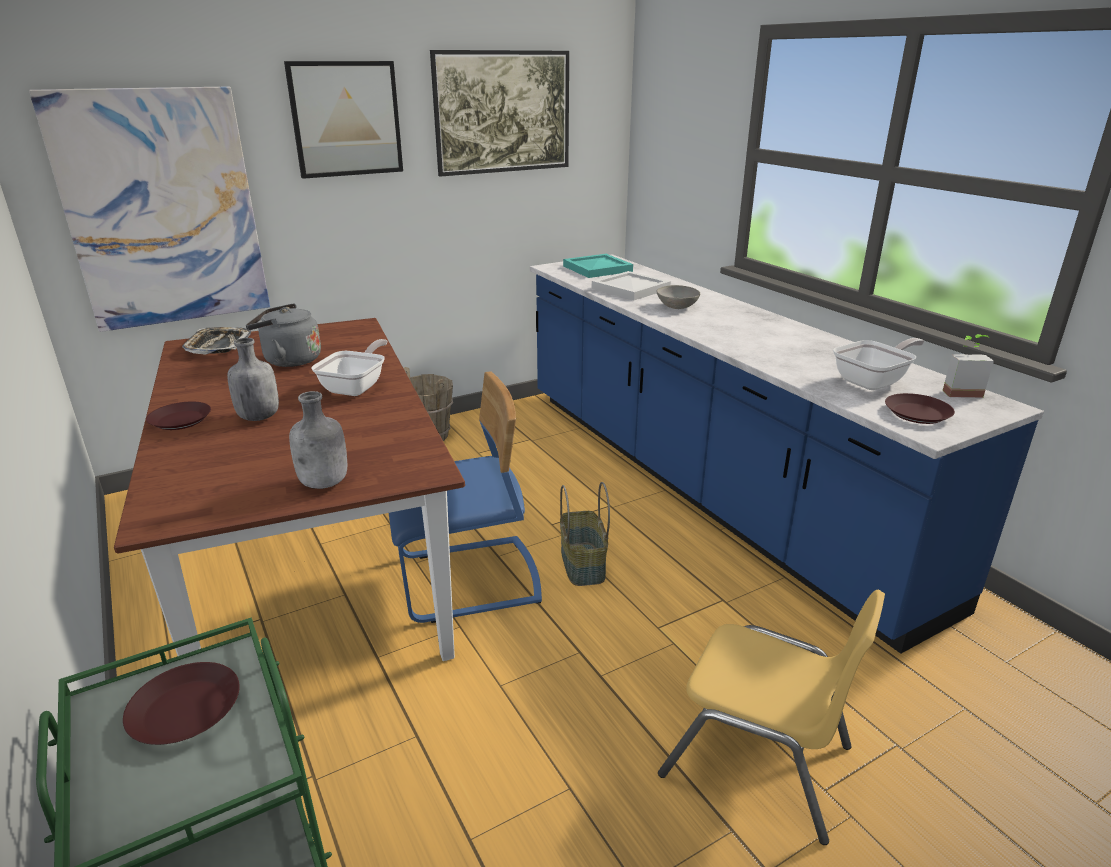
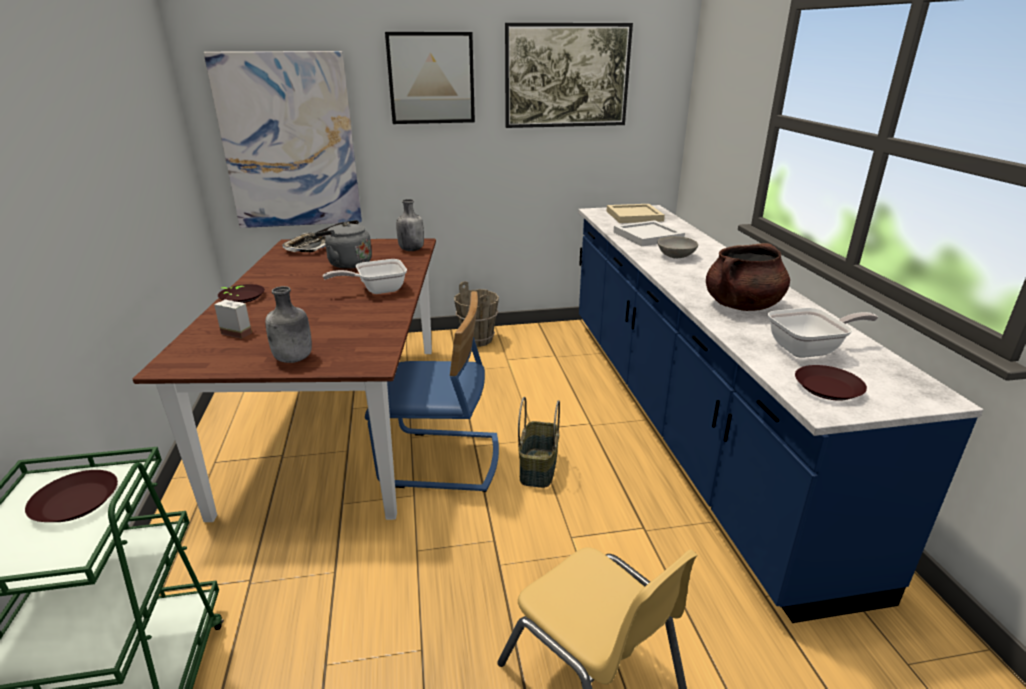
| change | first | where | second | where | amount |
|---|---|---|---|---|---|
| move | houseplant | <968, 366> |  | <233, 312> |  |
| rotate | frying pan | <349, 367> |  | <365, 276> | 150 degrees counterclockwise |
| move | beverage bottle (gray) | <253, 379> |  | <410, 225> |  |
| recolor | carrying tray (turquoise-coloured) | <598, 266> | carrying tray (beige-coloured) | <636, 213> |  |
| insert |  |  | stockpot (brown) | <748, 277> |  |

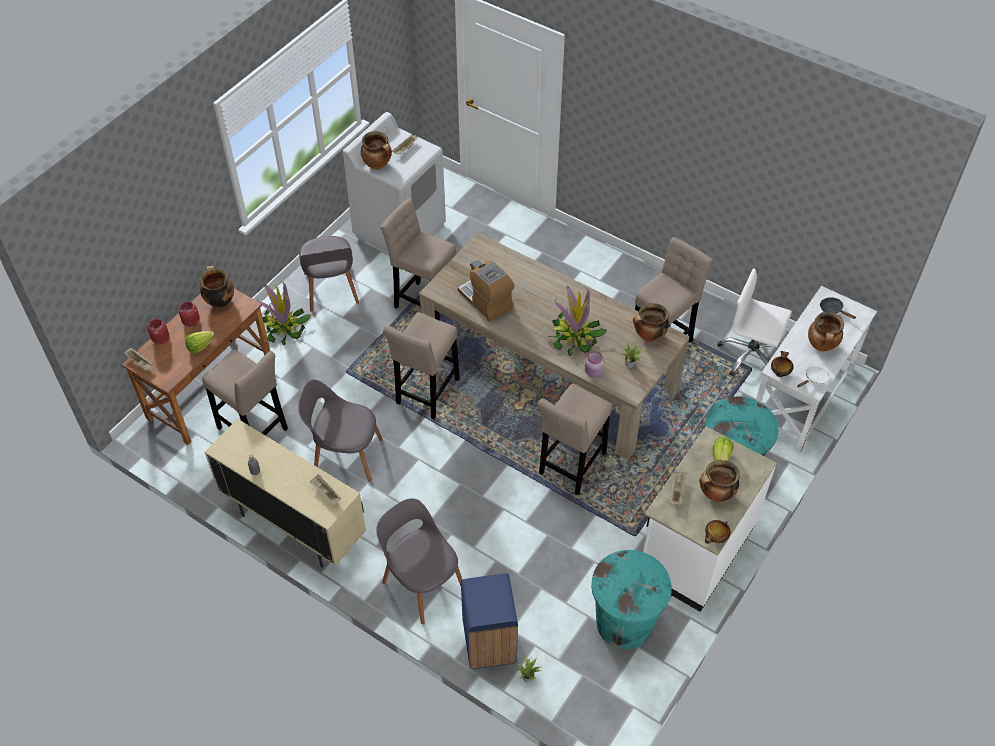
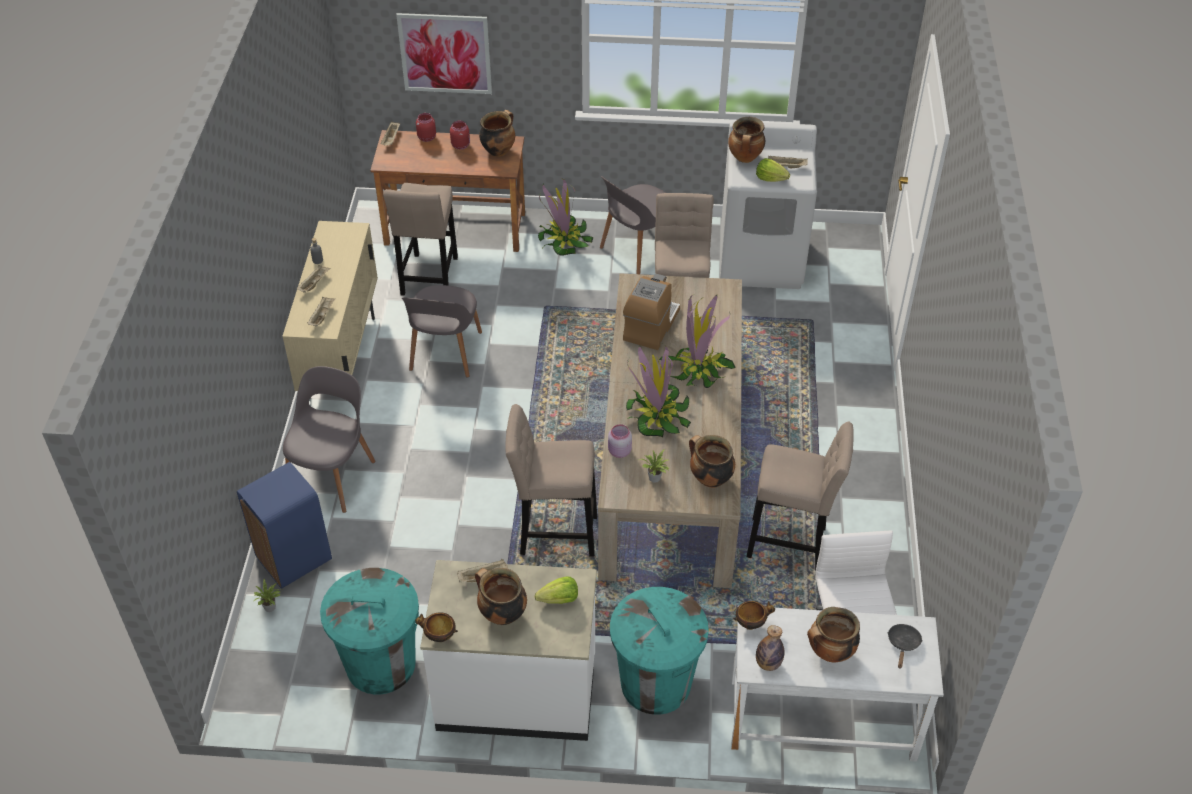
| change | first | where | second | where | amount |
|---|---|---|---|---|---|
| insert |  |  | carrying tray (beige-coloured) | <313, 279> |  |
| insert |  |  | wall art | <444, 53> |  |
| rotate | plain chair (gray) | <340, 431> |  | <442, 331> | 150 degrees counterclockwise |
| insert |  |  | houseplant | <697, 341> |  |
| move | lettuce | <200, 342> |  | <773, 170> |  |
| replace | frying pan (whitish) | <813, 376> | beverage bottle | <770, 648> |  |
| delete | sitting stool (beige-coloured) | <421, 365> |  |  |  |

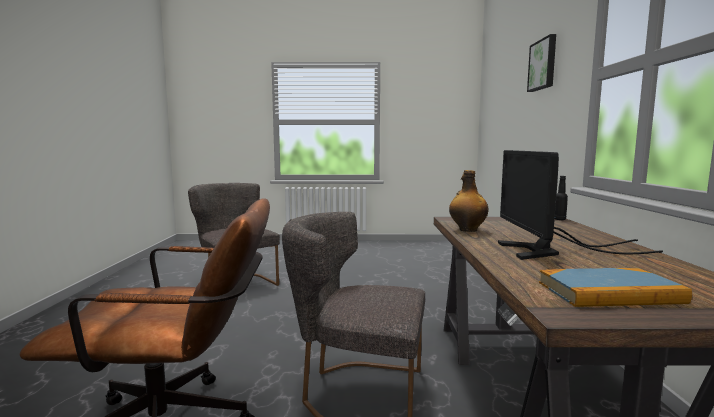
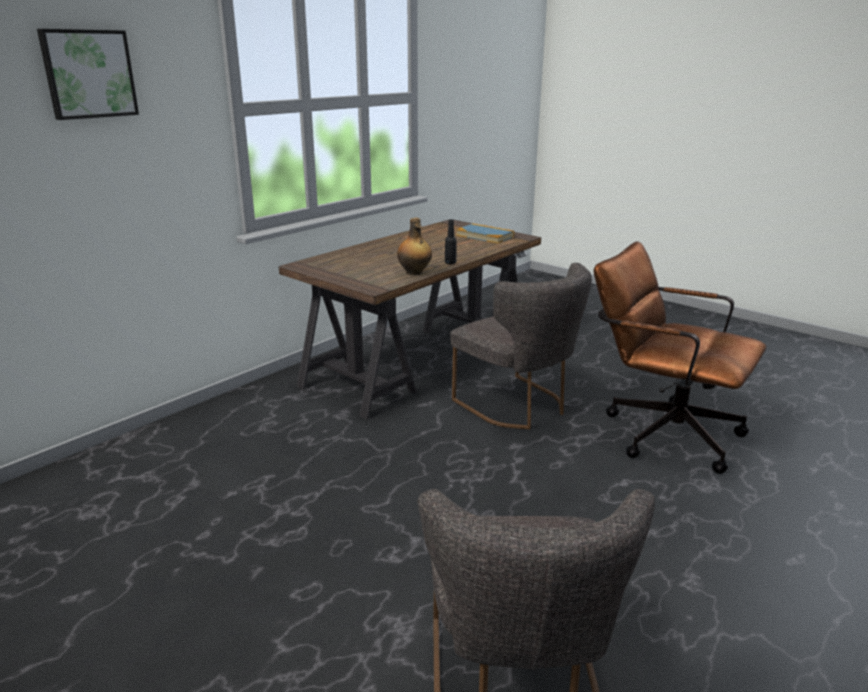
| change | first | where | second | where | amount |
|---|---|---|---|---|---|
| move | beverage bottle (black) | <561, 198> |  | <451, 241> |  |
| delete | computer display | <580, 205> |  |  |  |

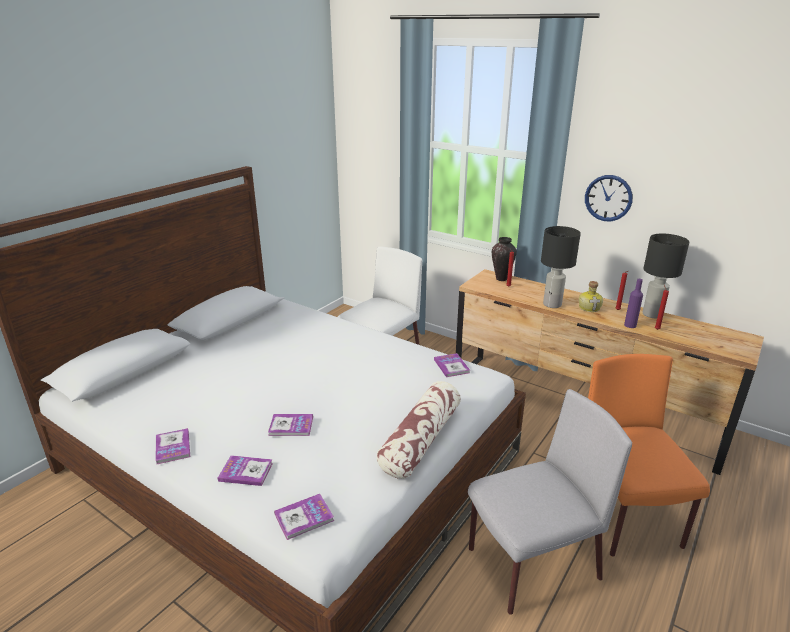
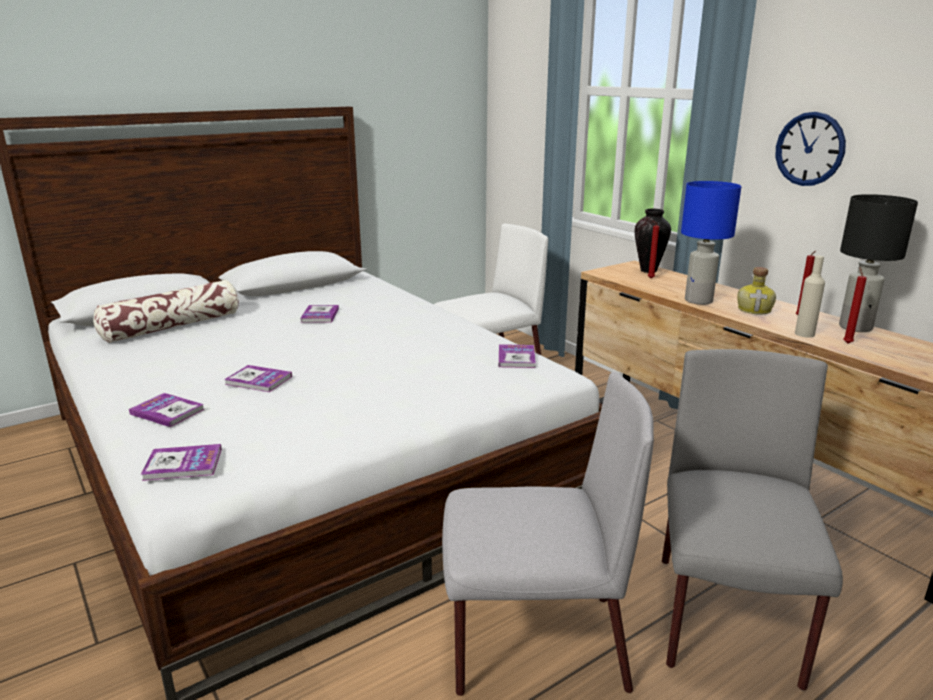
| change | first | where | second | where | amount |
|---|---|---|---|---|---|
| move | cushion | <418, 430> |  | <166, 311> |  |
| move | book | <173, 446> |  | <320, 313> |  |
| recolor | plain chair (orangey) | <649, 455> | plain chair (gray) | <752, 519> |  |
| recolor | lamp for a table (black) | <561, 267> | lamp for a table (blue-coloured) | <711, 243> |  |
| recolor | beverage bottle (purple-coloured) | <633, 303> | beverage bottle (beige-coloured) | <810, 297> |  |

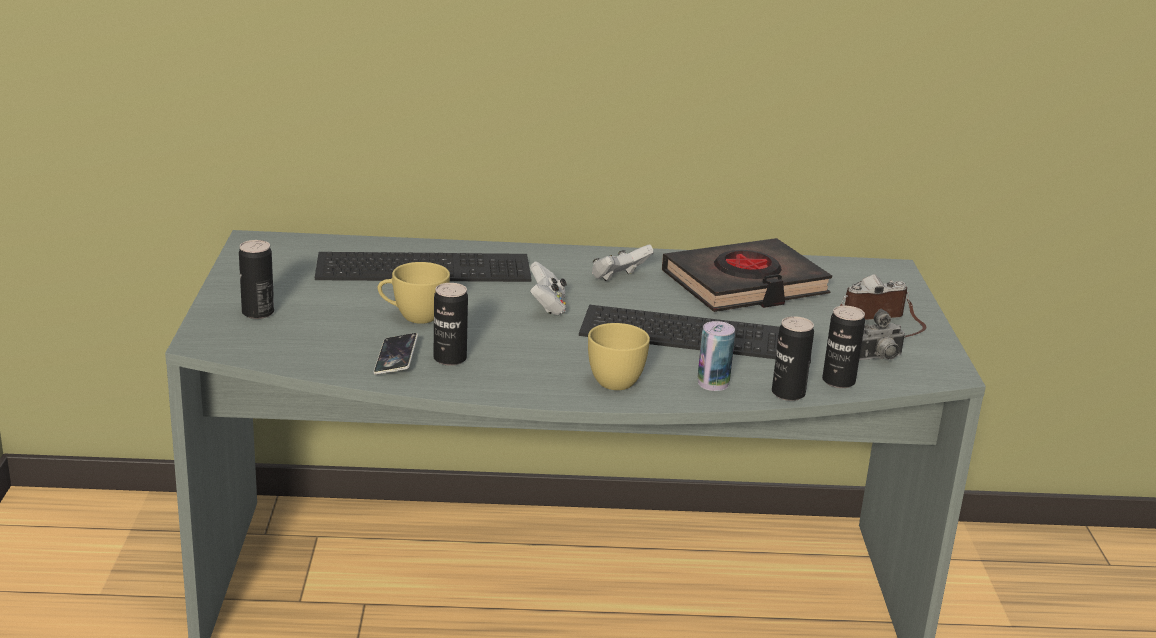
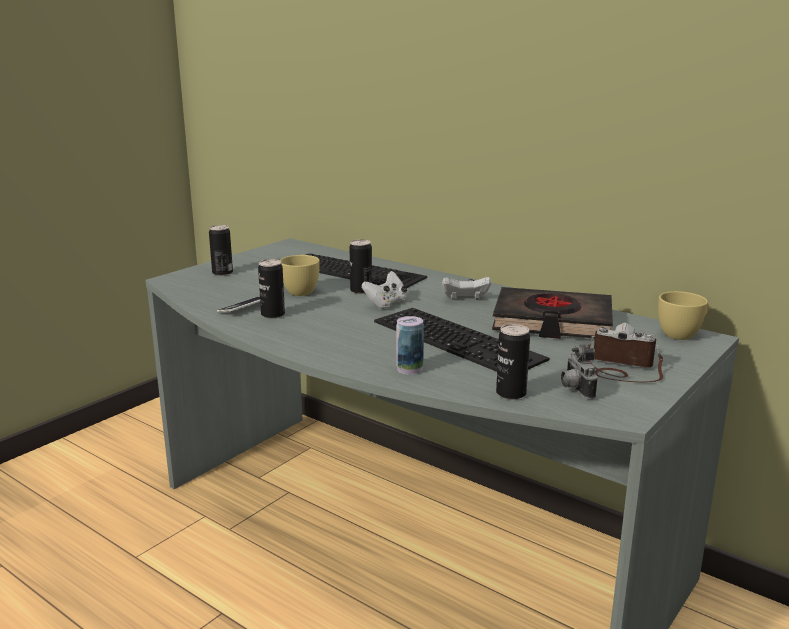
| change | first | where | second | where | amount |
|---|---|---|---|---|---|
| move | metal can | <793, 358> |  | <360, 266> |  |
| rotate | photo camera | <882, 335> |  | <579, 372> | 60 degrees clockwise |
| move | small cup (yellowish) | <619, 356> |  | <683, 315> |  |

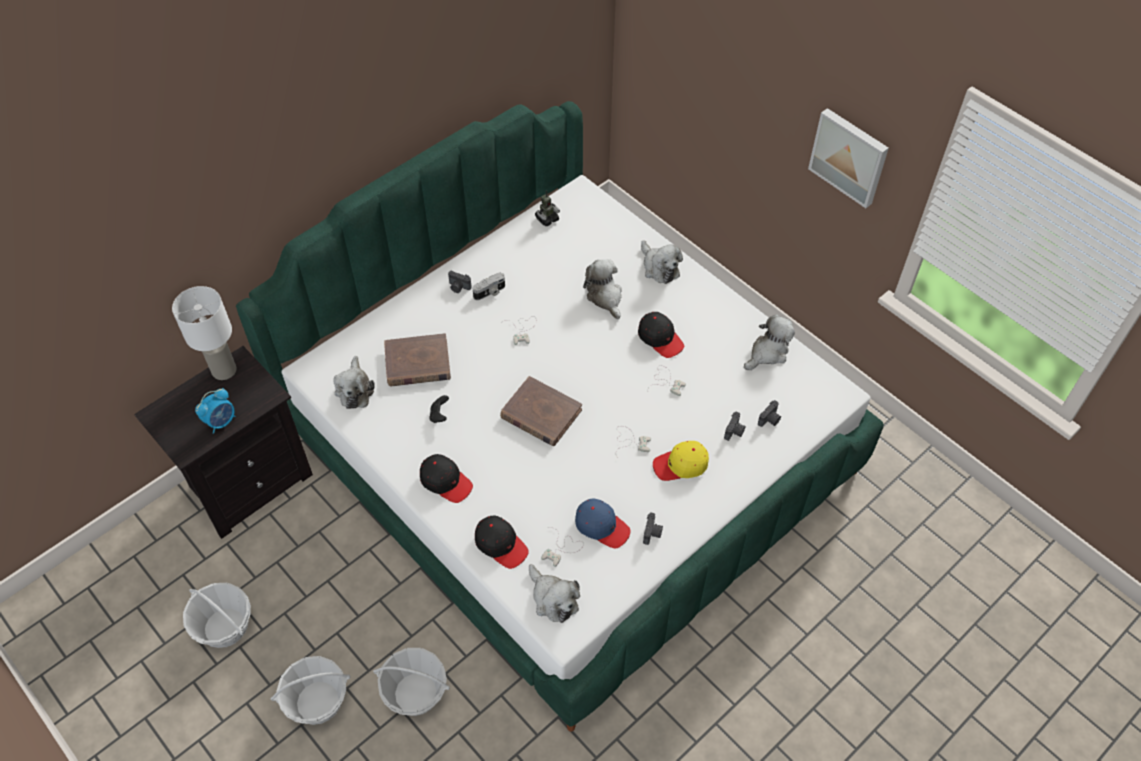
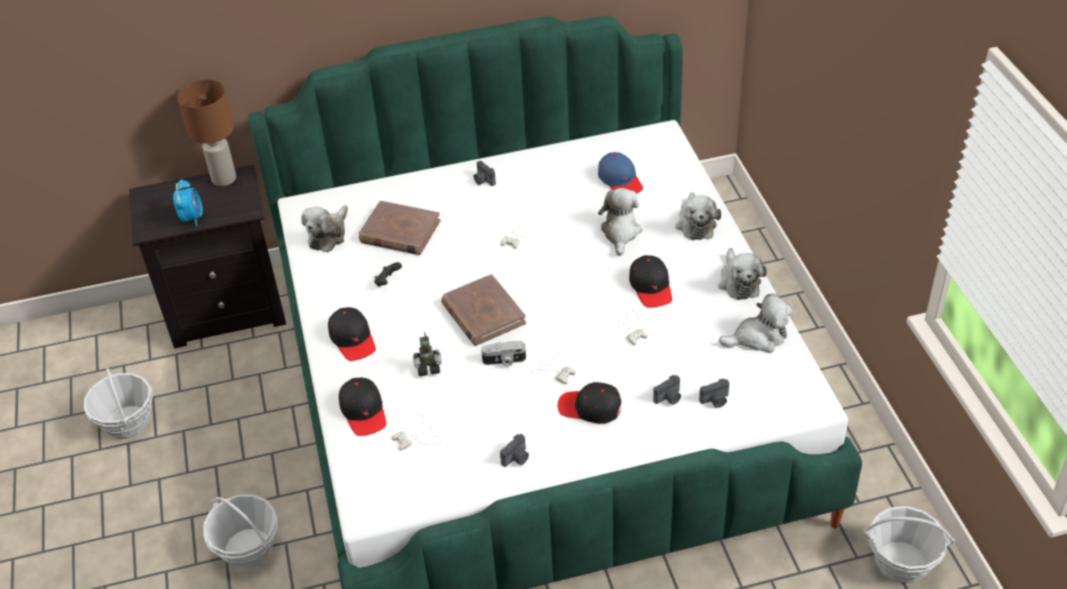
| change | first | where | second | where | amount |
|---|---|---|---|---|---|
| rotate | alarm clock | <215, 411> |  | <188, 203> | 75 degrees counterclockwise |
| recolor | lamp for a table (whitish) | <204, 333> | lamp for a table (brown) | <206, 132> |  |
| move | toy robot | <547, 209> |  | <427, 354> |  |
| move | photo camera | <488, 286> |  | <503, 353> |  |
| recolor | peaked cap (yellowish) | <681, 461> | peaked cap (black) | <589, 403> |  |
| move | peaked cap (blue-coloured) | <603, 523> |  | <620, 173> |  |
| move | soft toy | <554, 593> |  | <742, 274> |  |
| move | storage basket | <310, 690> |  | <909, 544> |  |
| delete | wall art | <848, 158> |  |  |  |

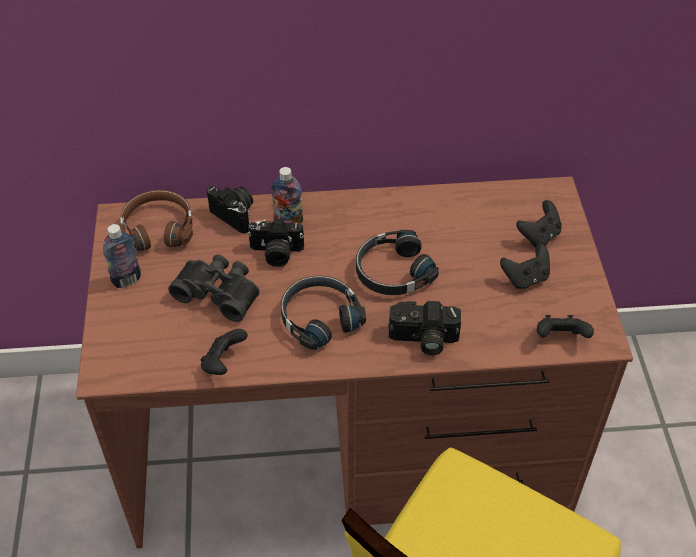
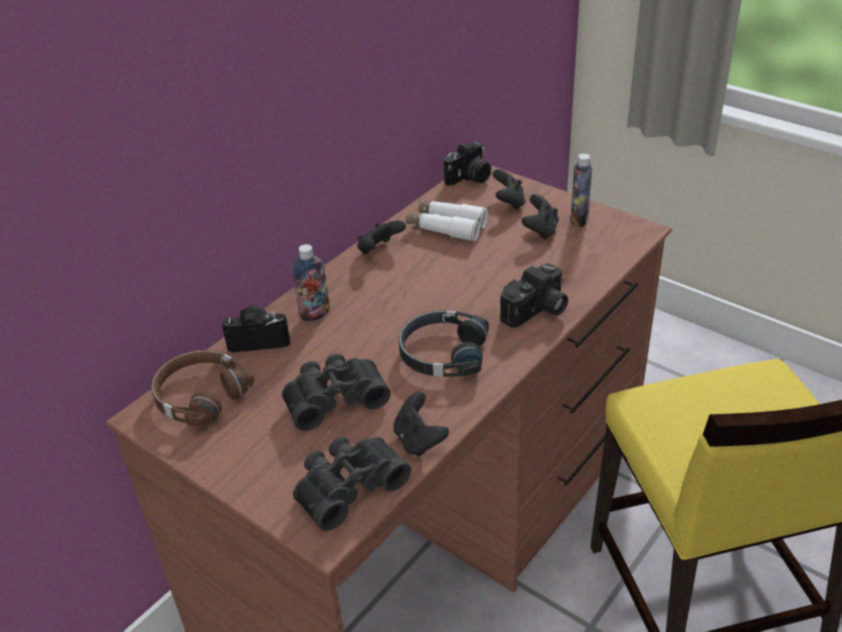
| change | first | where | second | where | amount |
|---|---|---|---|---|---|
| insert |  |  | field glasses (black) | <352, 483> |  |
| move | game controller (black) | <565, 326> |  | <381, 237> |  |
| insert |  |  | field glasses (whitish) | <447, 221> |  |
| move | photo camera | <275, 242> |  | <467, 163> |  |
| move | beverage bottle | <122, 256> |  | <581, 190> |  |
| delete | headset (black) | <397, 262> |  |  |  |

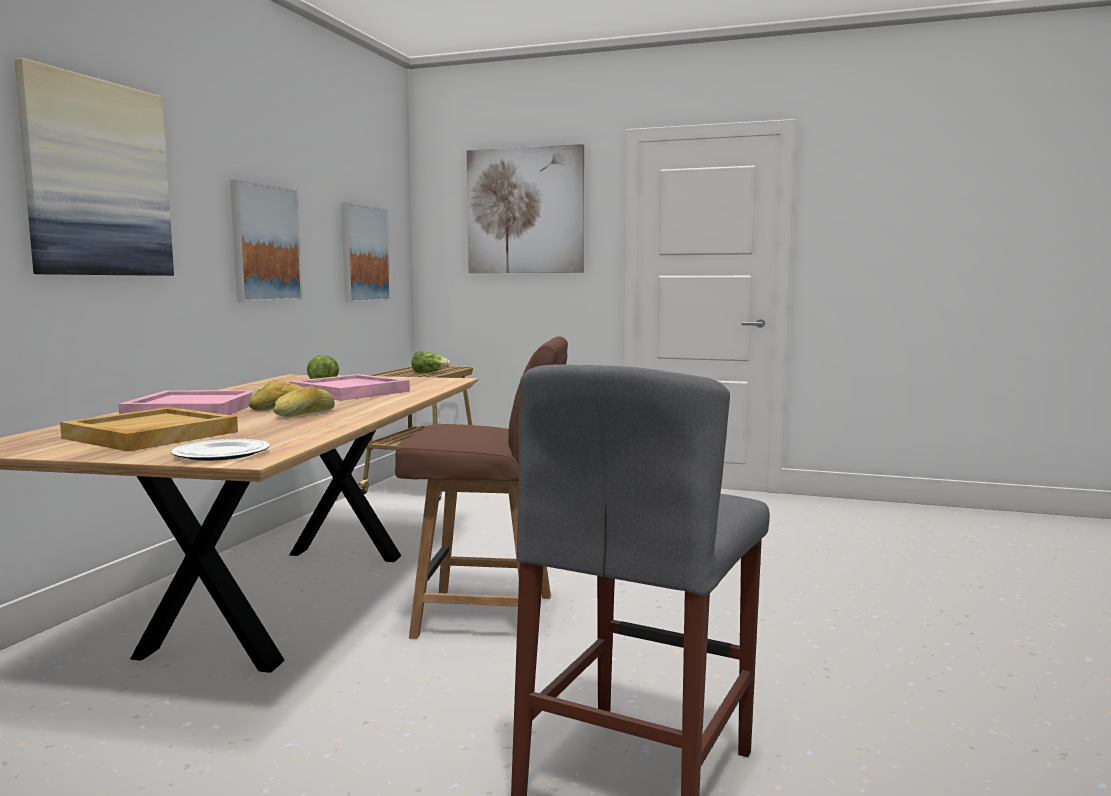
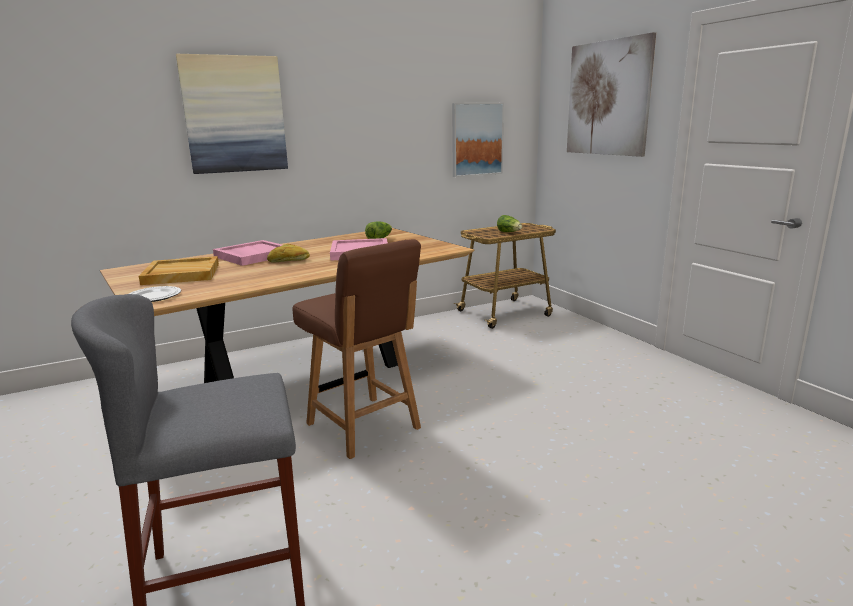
| change | first | where | second | where | amount |
|---|---|---|---|---|---|
| delete | wall art | <266, 240> |  |  |  |
| delete | baked bread | <304, 401> |  |  |  |

